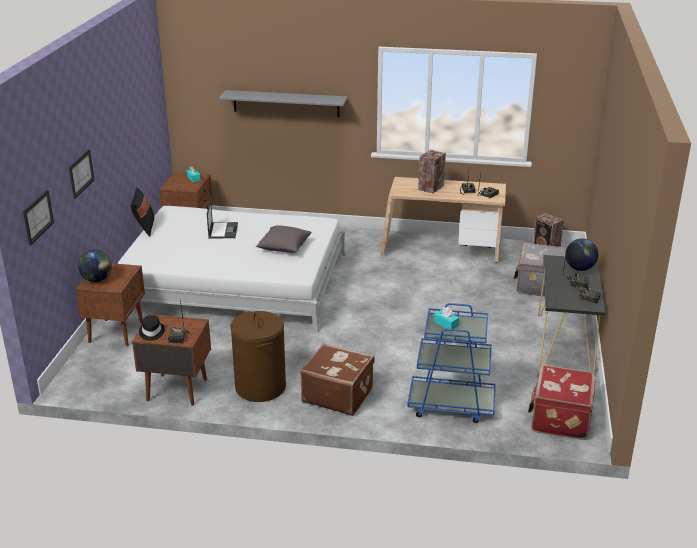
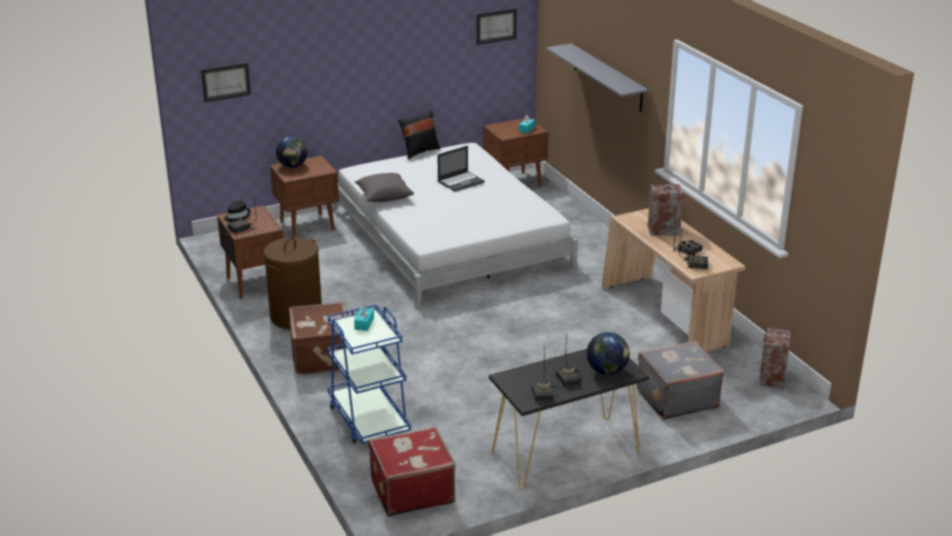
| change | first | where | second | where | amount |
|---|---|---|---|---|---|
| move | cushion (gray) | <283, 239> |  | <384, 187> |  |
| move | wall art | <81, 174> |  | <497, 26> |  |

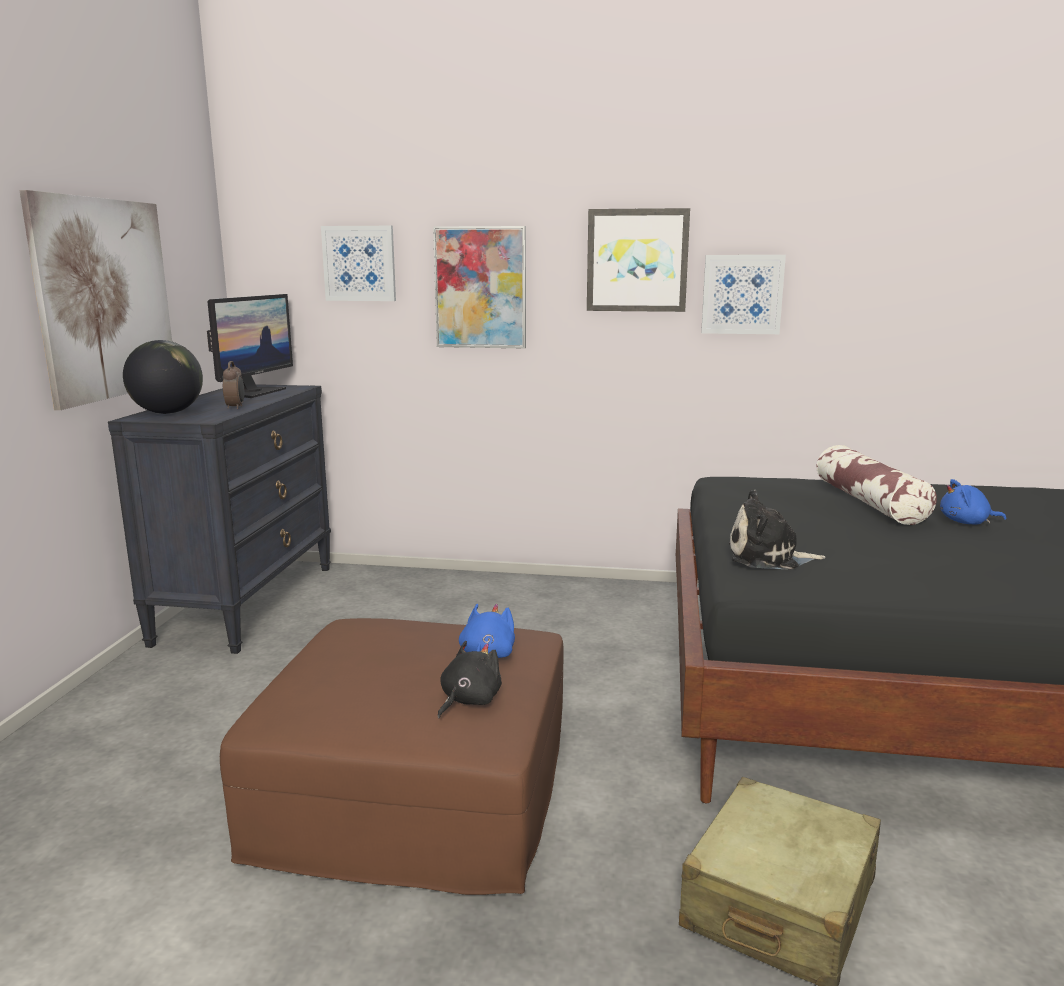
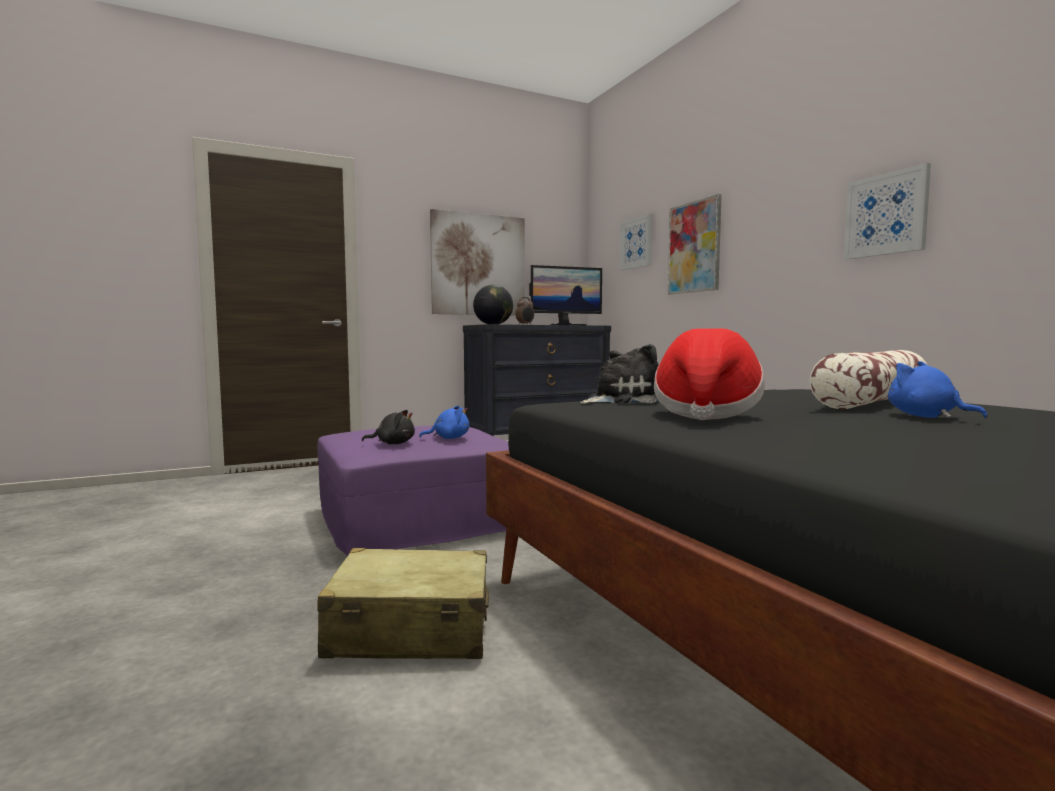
| change | first | where | second | where | amount |
|---|---|---|---|---|---|
| recolor | ottoman (brown) | <392, 756> | ottoman (purple-coloured) | <413, 491> |  |
| rotate | soft toy | <777, 529> |  | <619, 374> | 90 degrees clockwise |
| insert |  |  | clothing hat | <709, 374> |  |
| delete | wall art | <638, 260> |  |  |  |

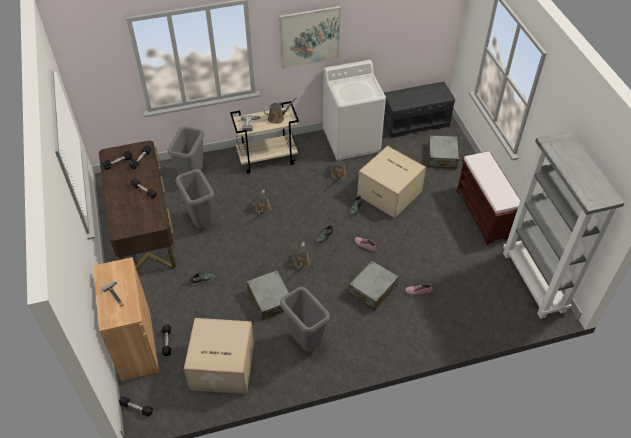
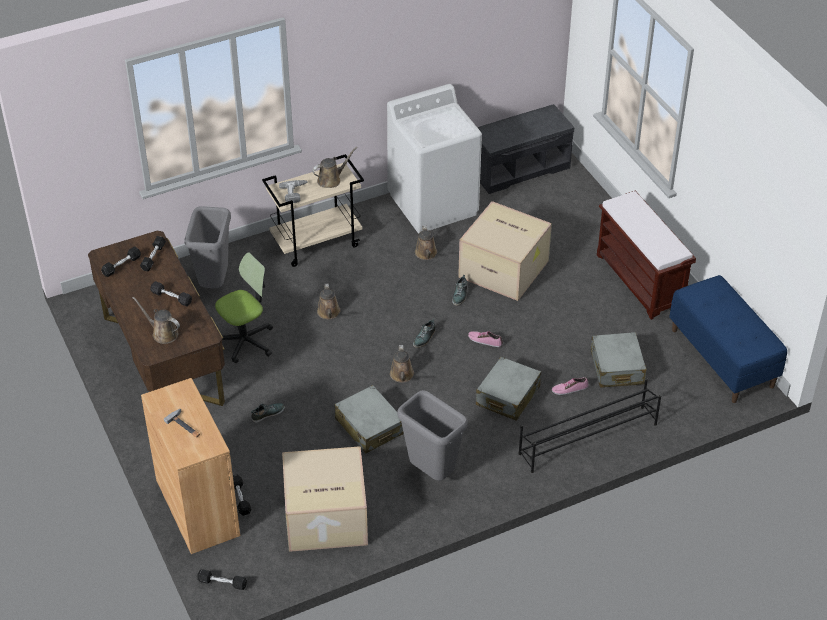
| change | first | where | second | where | amount |
|---|---|---|---|---|---|
| insert |  |  | watering can (brown) | <156, 320> |  |
| replace | trash can (gray) | <195, 198> | computer chair | <244, 307> |  |
| insert |  |  | shoe shelf (black) | <589, 425> |  |
| move | travel case (gray) | <443, 152> |  | <618, 360> |  |
| replace | shelving unit (gray) | <563, 225> | long seat (blue-coloured) | <728, 339> |  |
| delete | wall art | <310, 37> |  |  |  |

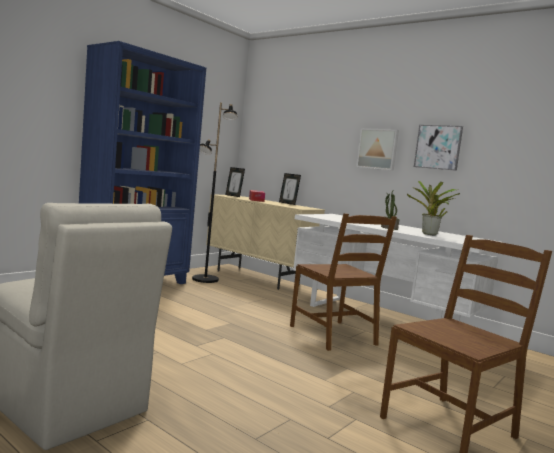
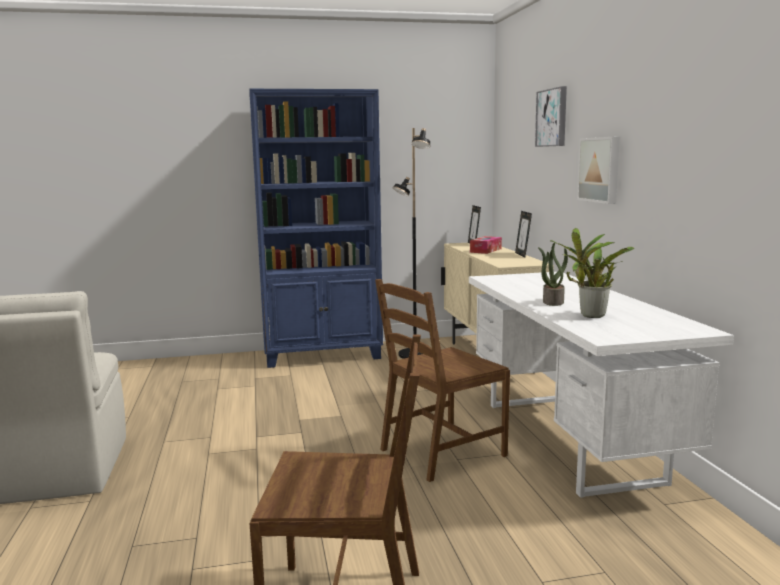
| change | first | where | second | where | amount |
|---|---|---|---|---|---|
| rotate | plain chair (brown) | <343, 282> |  | <442, 380> | 45 degrees clockwise |
| move | wall art | <438, 148> |  | <551, 116> |  |

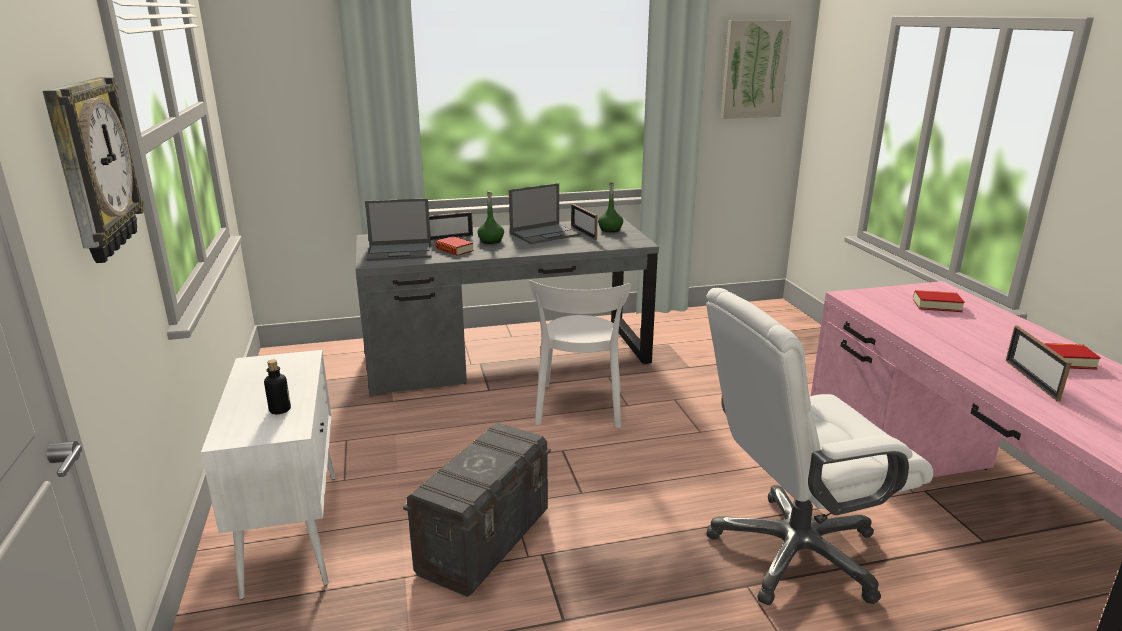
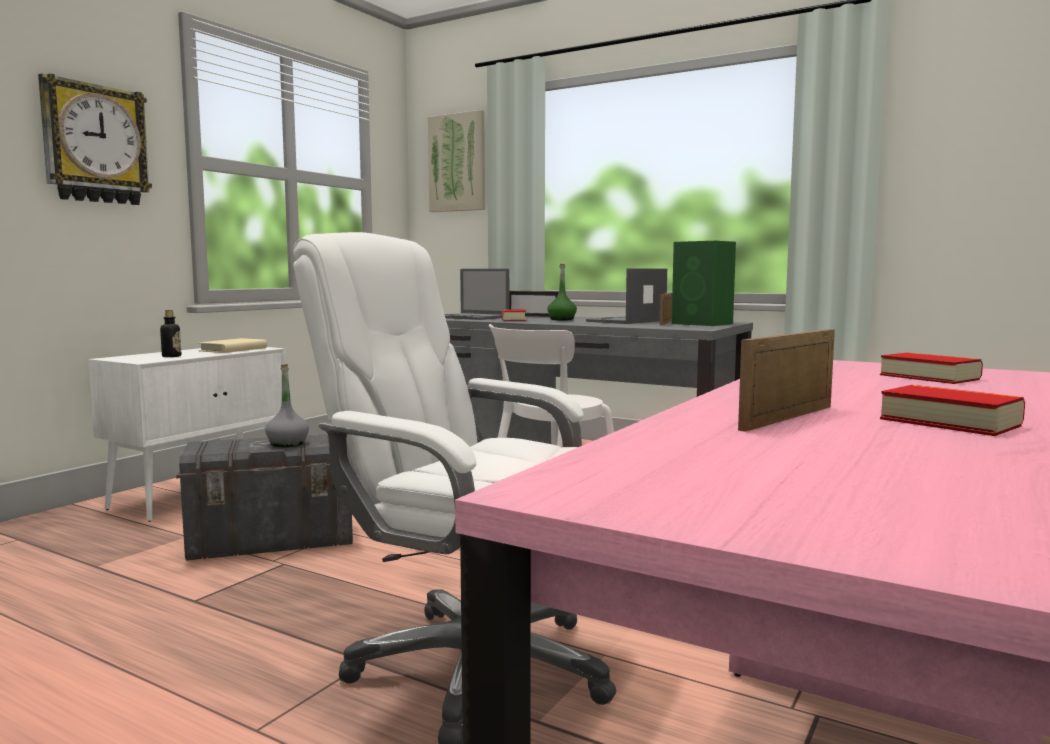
| change | first | where | second | where | amount |
|---|---|---|---|---|---|
| insert |  |  | book (beige-coloured) | <232, 345> |  |
| insert |  |  | beverage bottle (gray) | <287, 405> |  |
| move | wall art | <756, 69> |  | <456, 161> |  |
| rotate | portable computer | <545, 213> |  | <626, 296> | 120 degrees clockwise |
| replace | beverage bottle (green-coloured) | <610, 207> | loudspeaker (green-coloured) | <704, 283> |  |

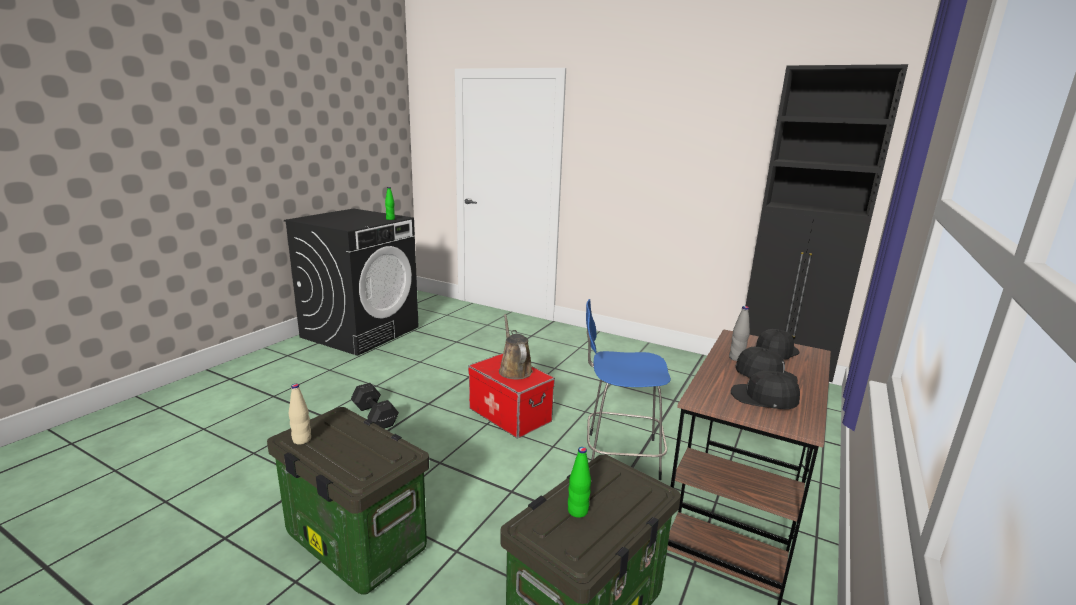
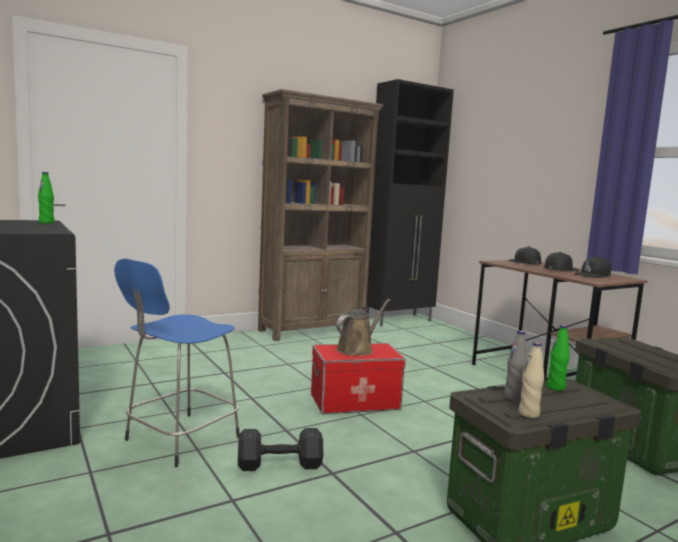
| change | first | where | second | where | amount |
|---|---|---|---|---|---|
| move | sitting stool (blue-coloured) | <628, 389> |  | <177, 362> |  |
| insert |  |  | shelving unit (brown) | <320, 215> |  |
| rotate | watering can (brown) | <516, 347> |  | <363, 327> | 120 degrees clockwise |
| move | beverage bottle (gray) | <739, 333> |  | <515, 365> |  |
| move | beverage bottle (green-coloured) | <579, 482> |  | <558, 358> |  |

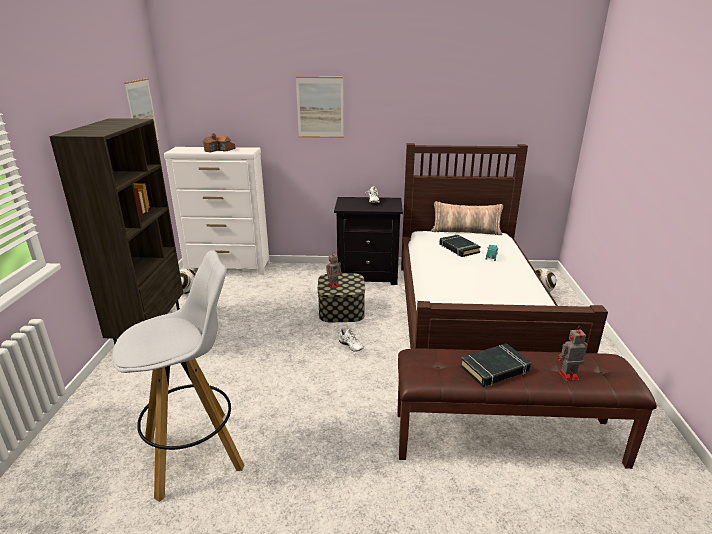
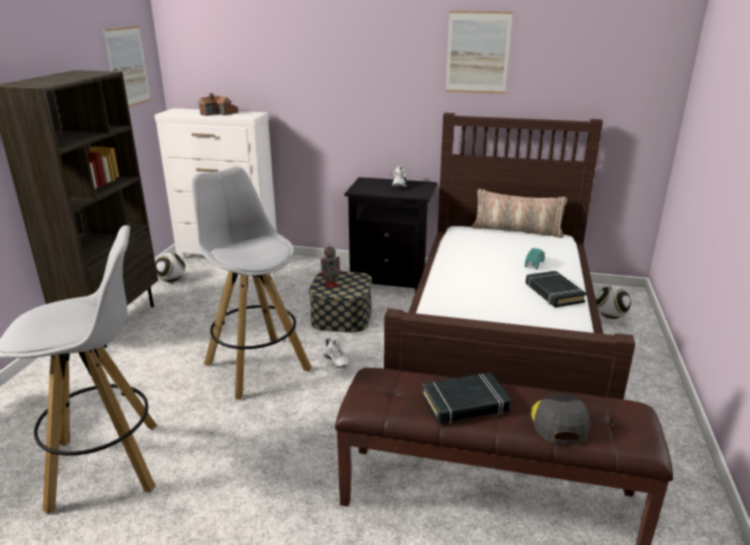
| change | first | where | second | where | amount |
|---|---|---|---|---|---|
| insert |  |  | sitting stool (whitish) | <251, 283> |  |
| move | wall art | <320, 107> |  | <479, 52> |  |
| move | book (black) | <460, 245> |  | <556, 288> |  |
| replace | toy robot | <572, 353> | peaked cap (gray) | <560, 418> |  |

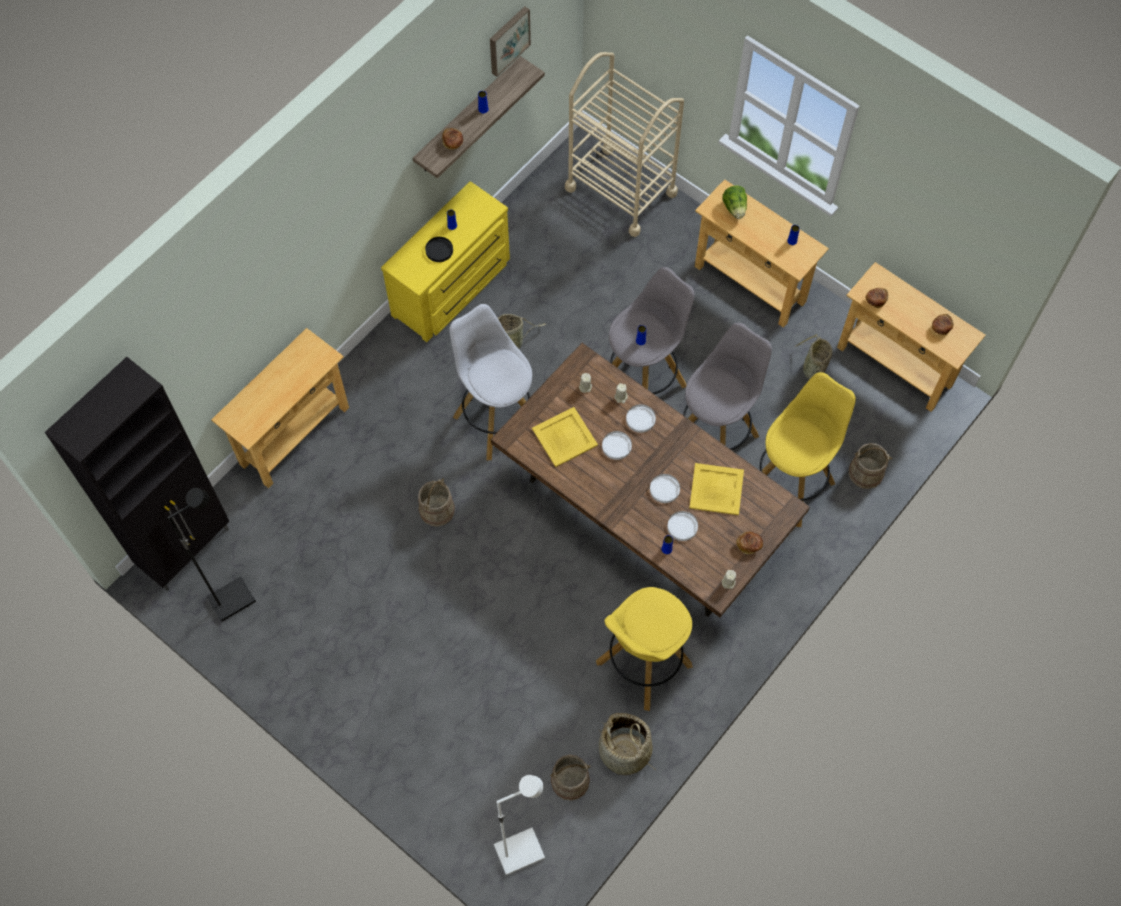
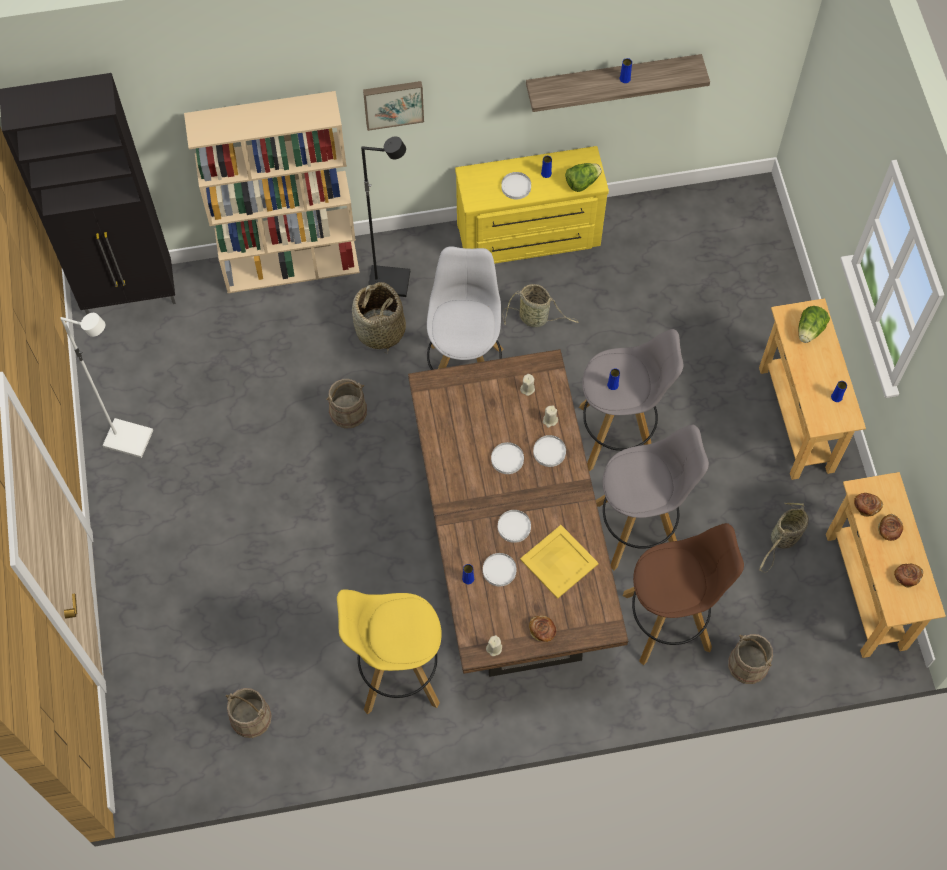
| change | first | where | second | where | amount |
|---|---|---|---|---|---|
| move | floor lamp (whitish) | <519, 825> |  | <106, 385> |  |
| replace | console table (beige-coloured) | <280, 408> | shelving unit (beige-coloured) | <272, 192> |  |
| move | storage basket | <628, 744> |  | <379, 318> |  |
| move | floor lamp (black) | <211, 555> |  | <385, 216> |  |
| move | wall art | <510, 41> |  | <393, 106> |  |
| recolor | dinner plate (black) | <439, 249> | dinner plate (whitish) | <516, 185> |  |
| insert |  |  | lettuce | <583, 177> |  |
| recolor | sitting stool (yellowish) | <808, 449> | sitting stool (brown) | <683, 594> |  |
| move | baked bread | <452, 139> |  | <890, 527> |  |
| delete | carrying tray (yellowish) | <565, 437> |  |  |  |
| delete | wheeled cart (beige-coloured) | <624, 144> |  |  |  |

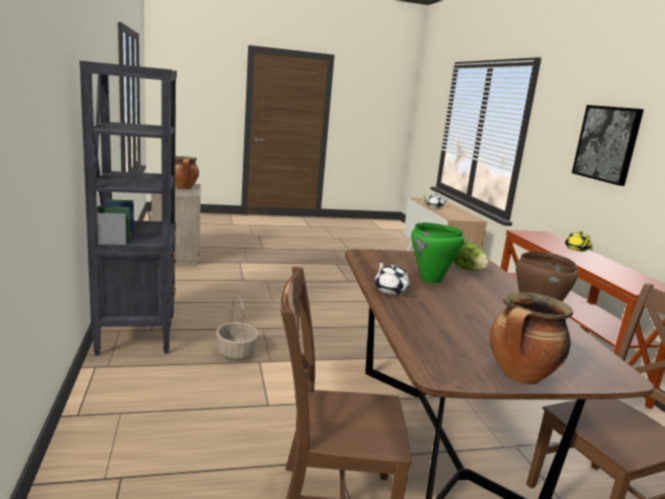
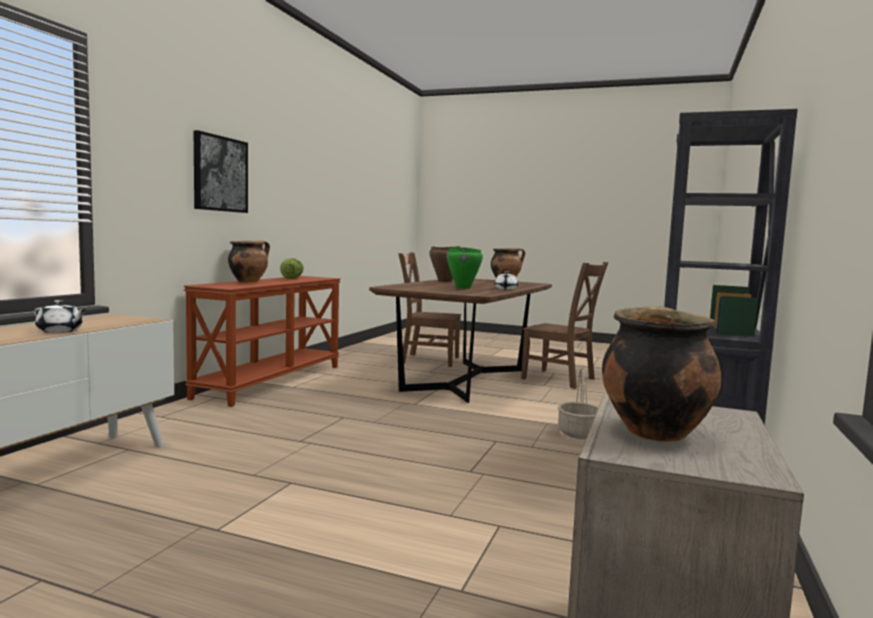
| change | first | where | second | where | amount |
|---|---|---|---|---|---|
| replace | teapot (yellowish) | <578, 241> | stockpot | <249, 261> |  |
| move | lettuce | <471, 255> |  | <291, 268> |  |

